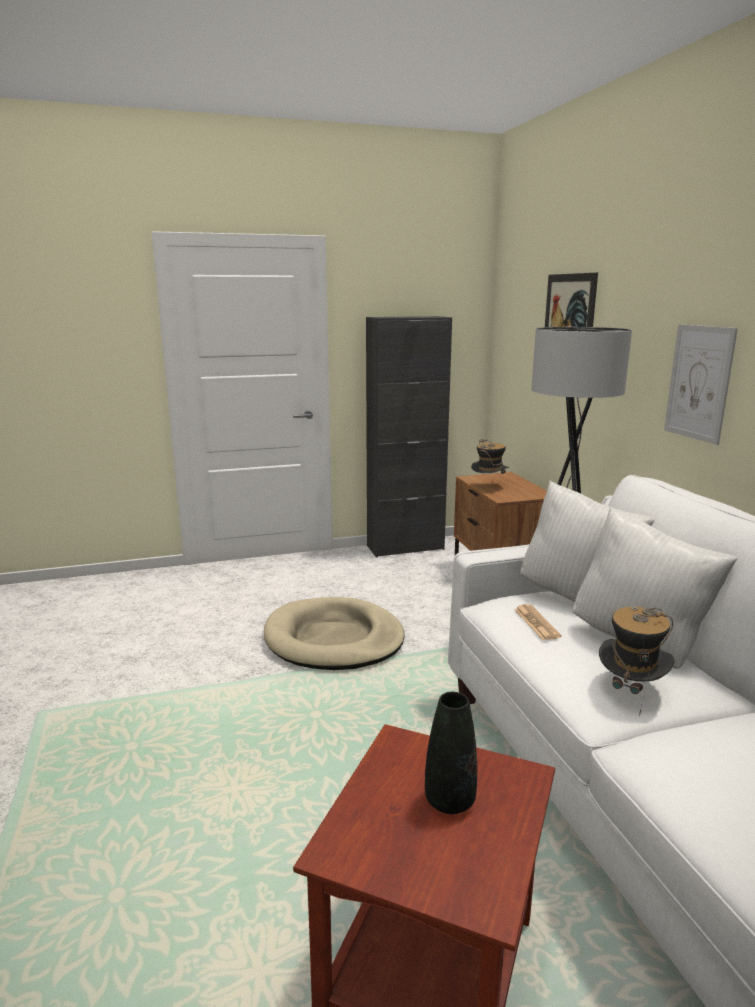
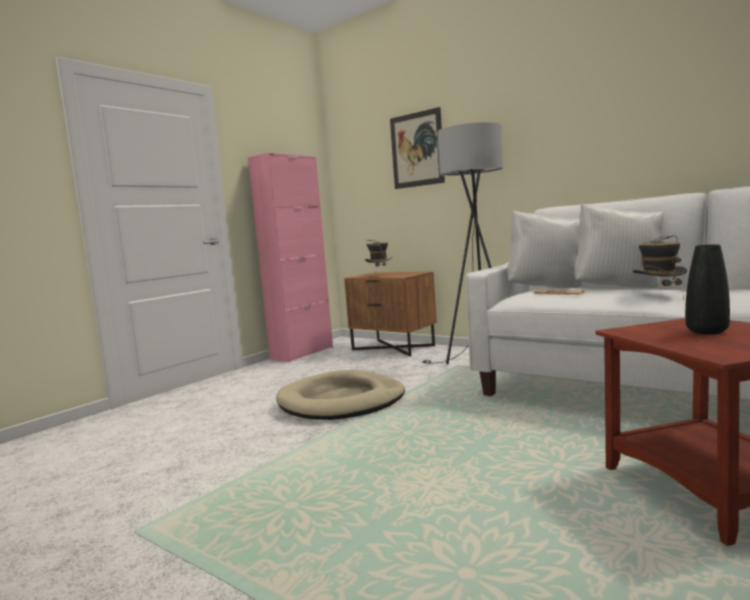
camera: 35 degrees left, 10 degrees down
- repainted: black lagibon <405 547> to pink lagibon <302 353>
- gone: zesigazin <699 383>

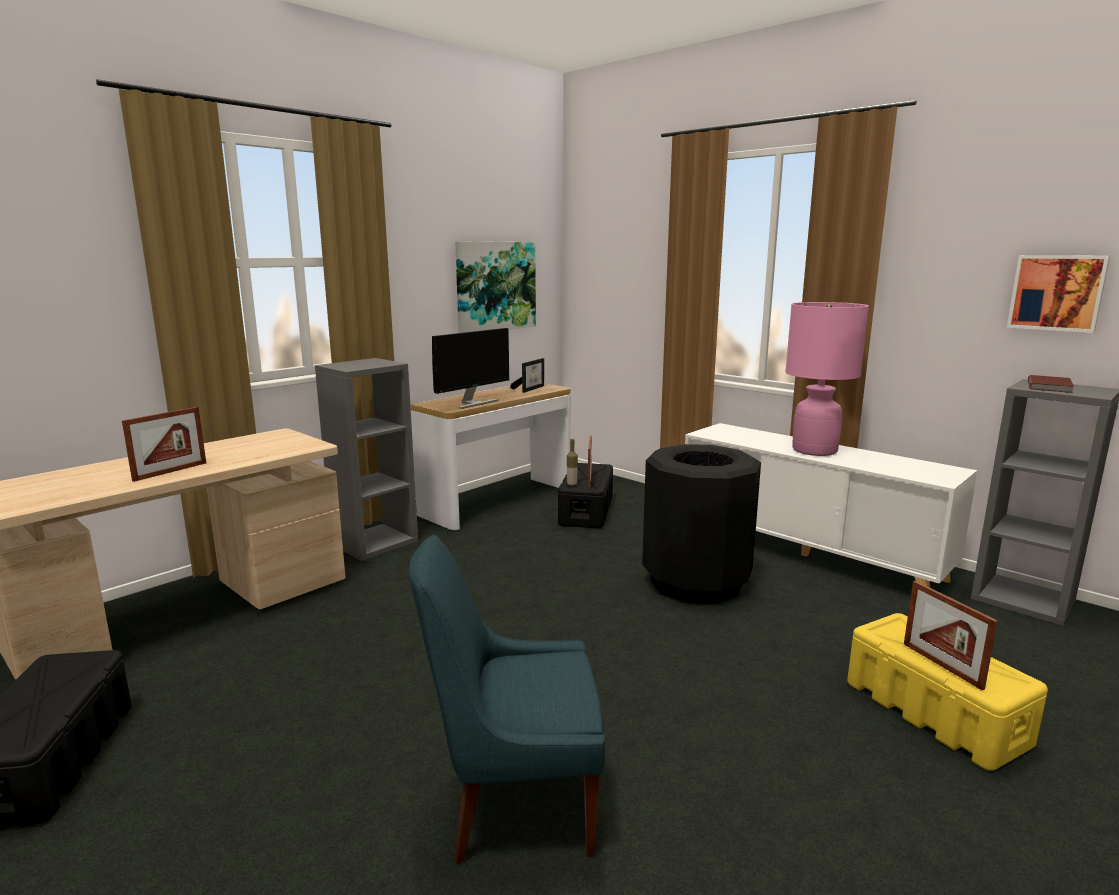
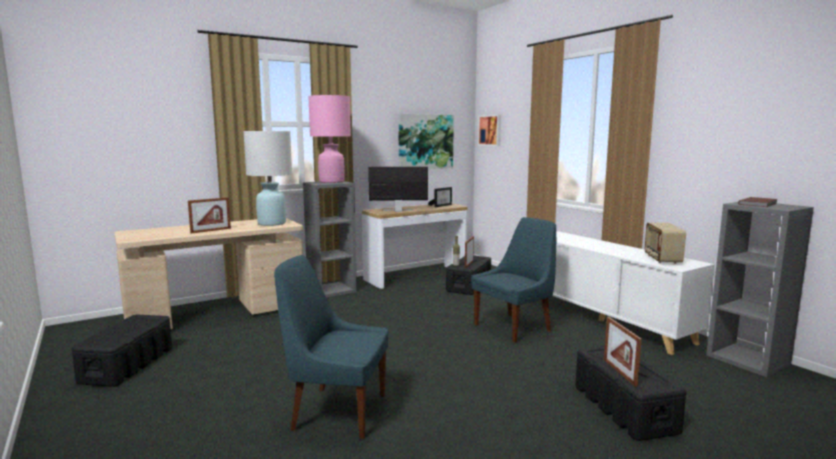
camera: 15 degrees right, 5 degrees down
- shifted: zesigazin <1057 292> to <490 130>
- shifted: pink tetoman <814 450> to <332 182>
- rotated: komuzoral <473 403> = <398 211> 150 degrees counterclockwise
- swapped: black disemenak <696 582> to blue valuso <514 327>
- repainted: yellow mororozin <935 713> to black mororozin <624 409>
- new: white tetoman <272 223>
- new: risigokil <661 259>

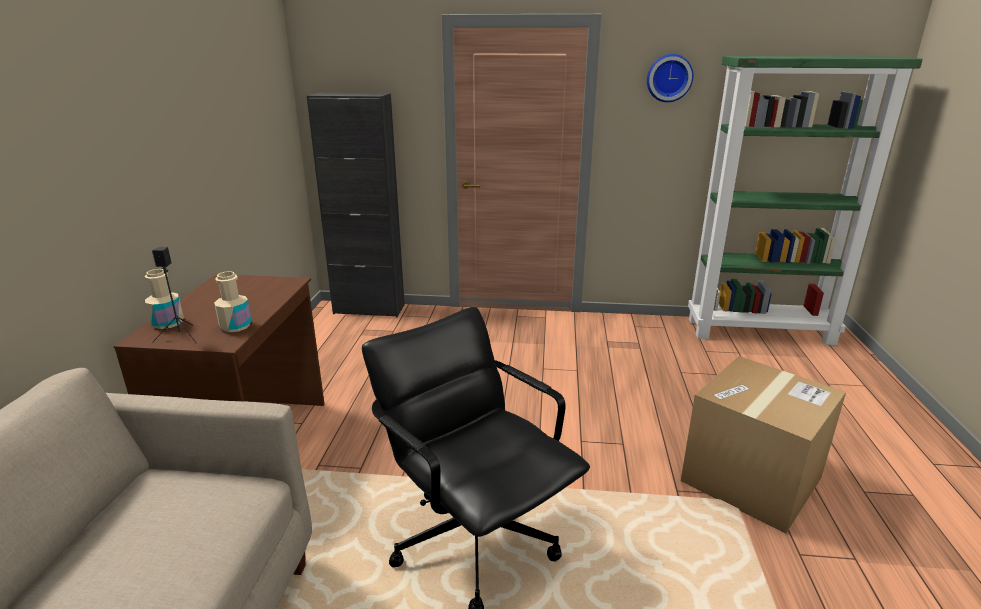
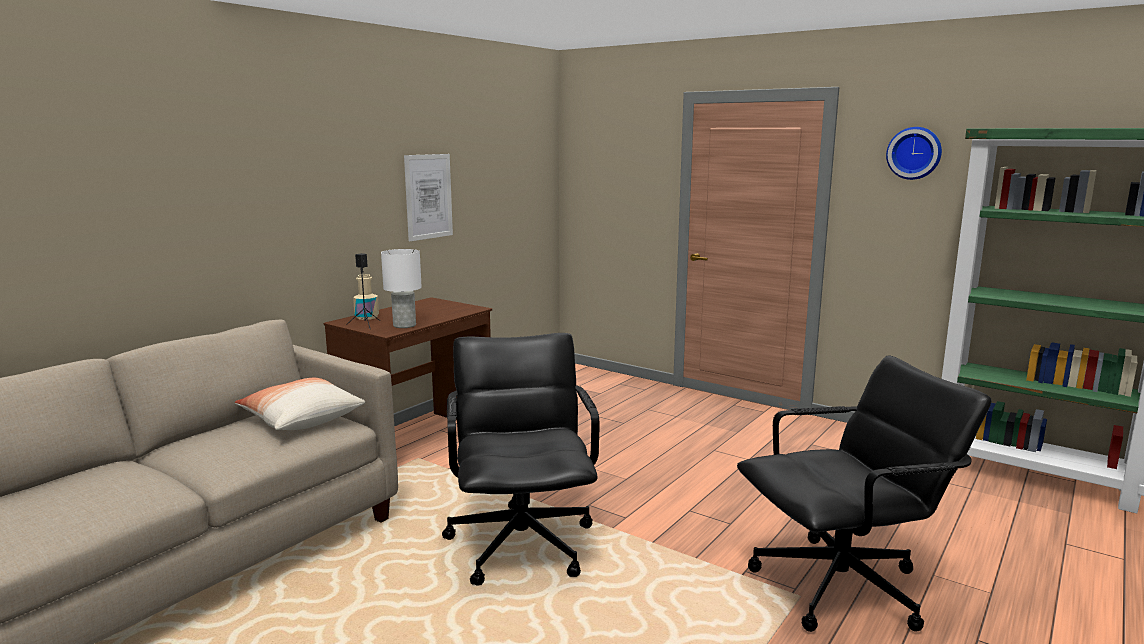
camera: 30 degrees right, 10 degrees down
- gone: black lagibon <369 309>
- swapped: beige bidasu <236 326> to white tetoman <404 325>
- swapped: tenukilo <751 479> to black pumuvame <841 588>
- new: zesigazin <428 196>
- new: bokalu <300 420>

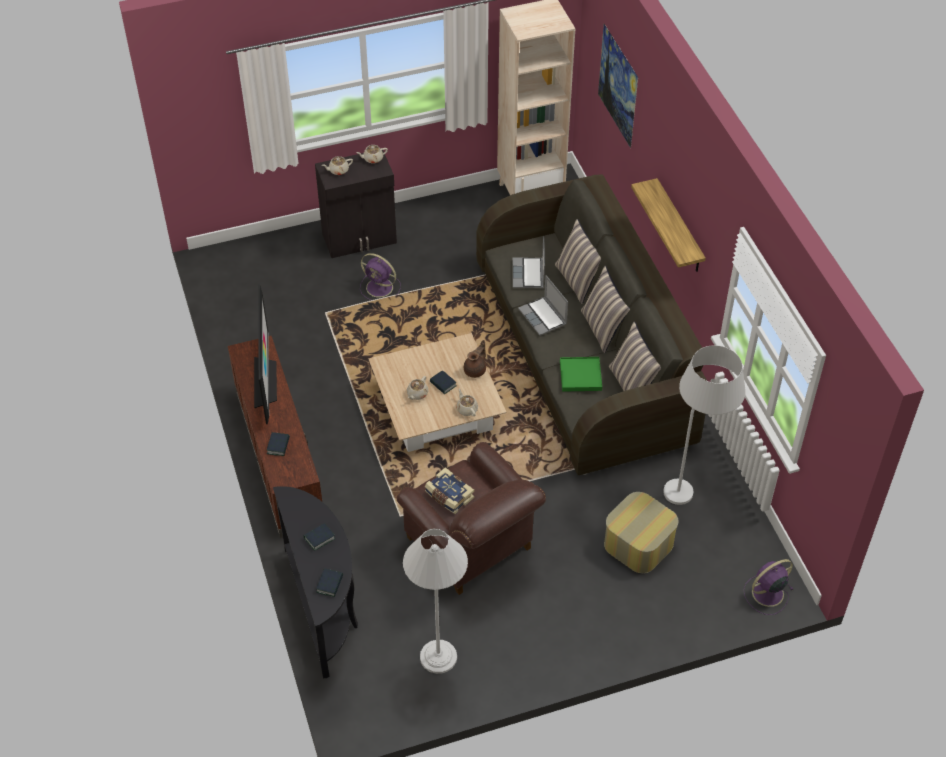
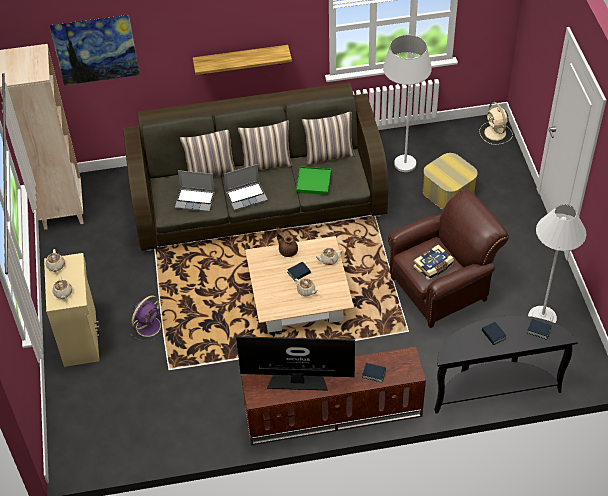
camera: 80 degrees left, 0 degrees up
- repainted: black lagibon <360 239> to beige lagibon <81 337>
- repainted: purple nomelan <766 594> to beige nomelan <495 133>

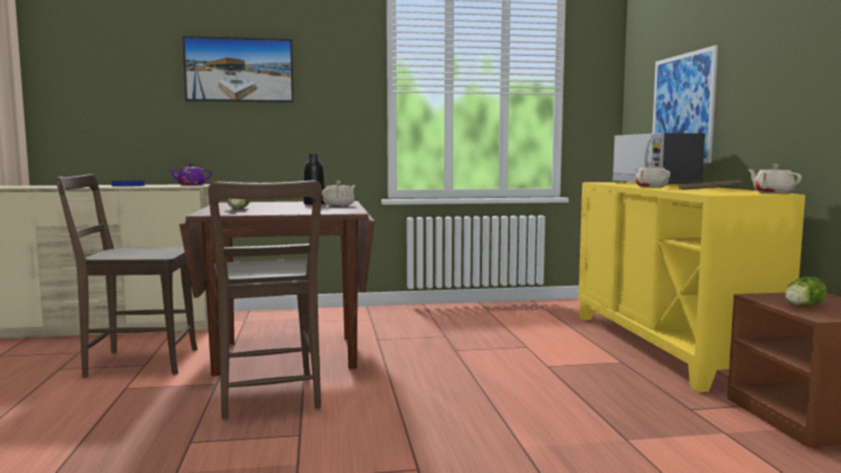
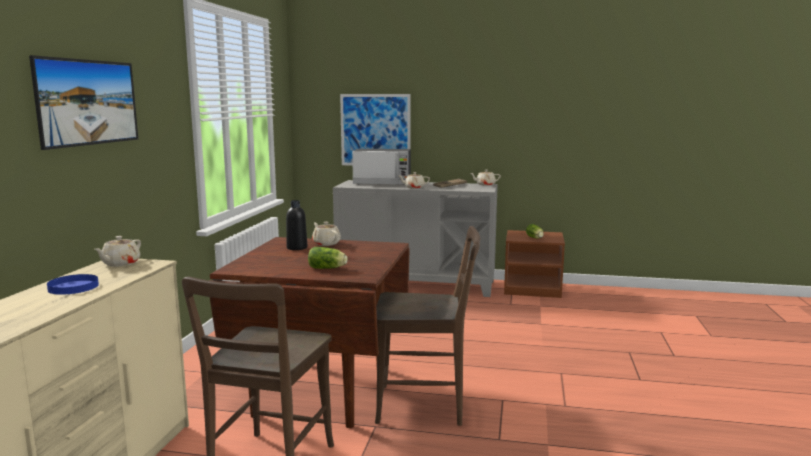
camera: 70 degrees left, 5 degrees up
- repainted: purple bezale <190 185> to beige bezale <120 264>
- repainted: yellow lagibon <667 346> to grey lagibon <416 284>

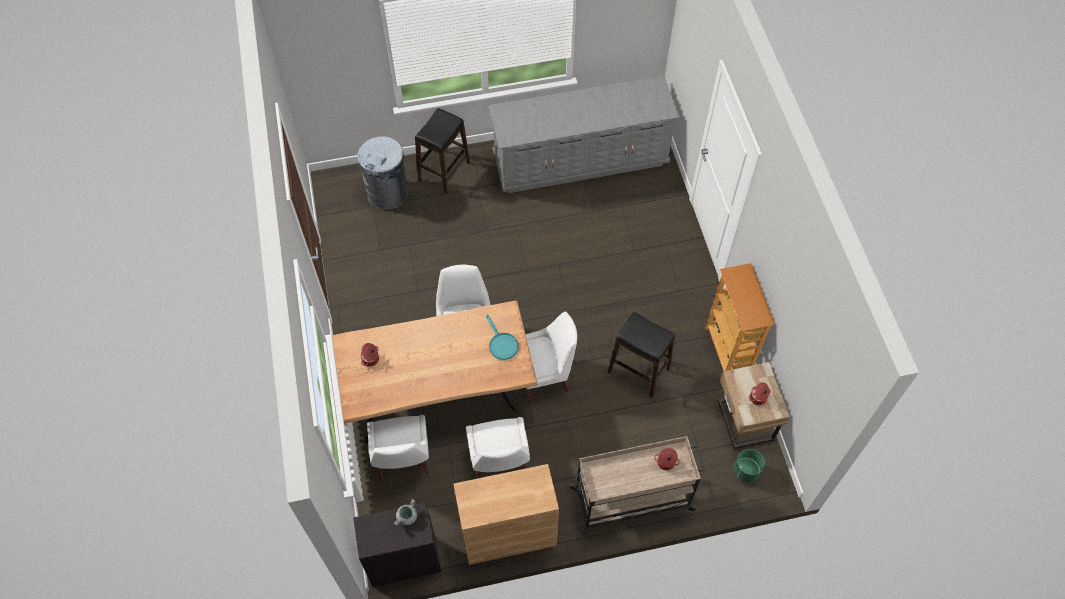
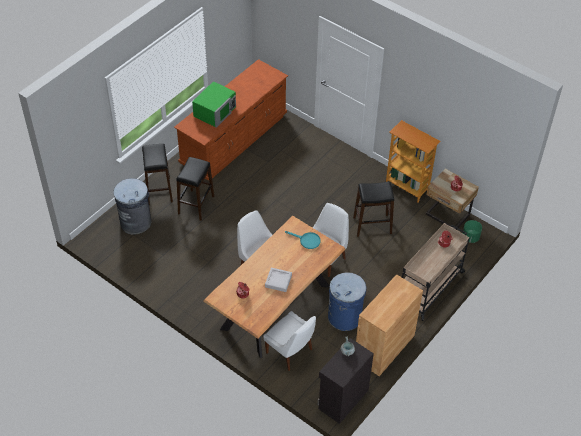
camera: 40 degrees left, 10 degrees down
- repainted: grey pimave <580 160> to brown pimave <234 139>
- swapped: white valuso <499 463> to blue disemenak <345 317>
- new: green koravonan <215 111>
- new: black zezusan <196 205>
- new: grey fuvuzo <278 281>

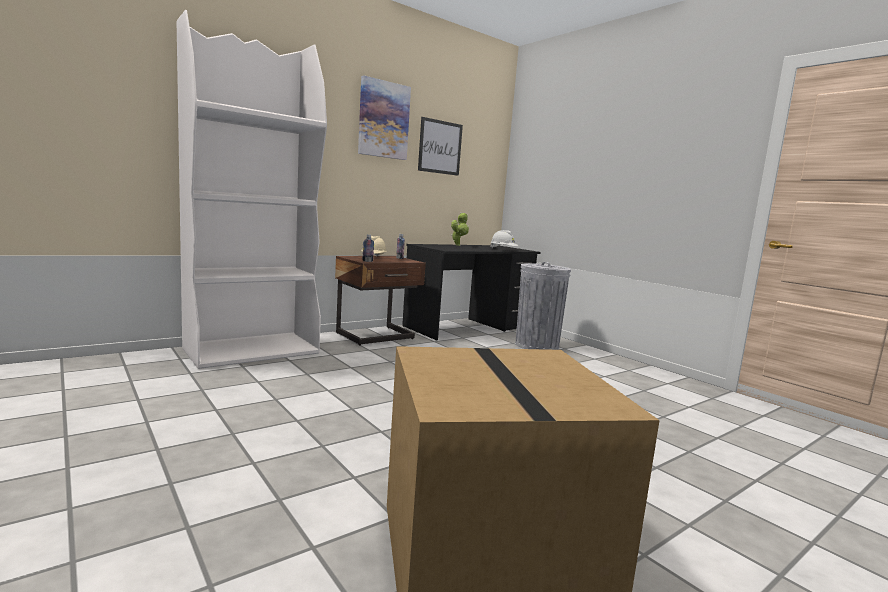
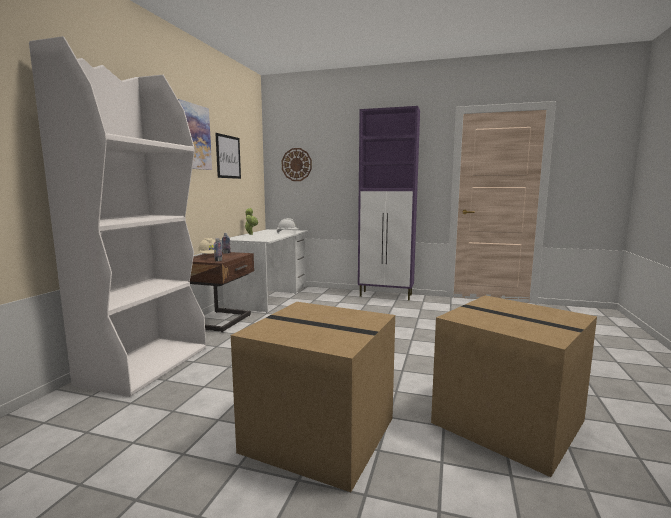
camera: 35 degrees left, 0 degrees up
- repainted: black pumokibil <468 327> to white pumokibil <269 296>
- gone: grey disemenak <537 345>
- new: purple lagibon <386 295>
- new: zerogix <296 164>
- new: tenukilo <317 435>

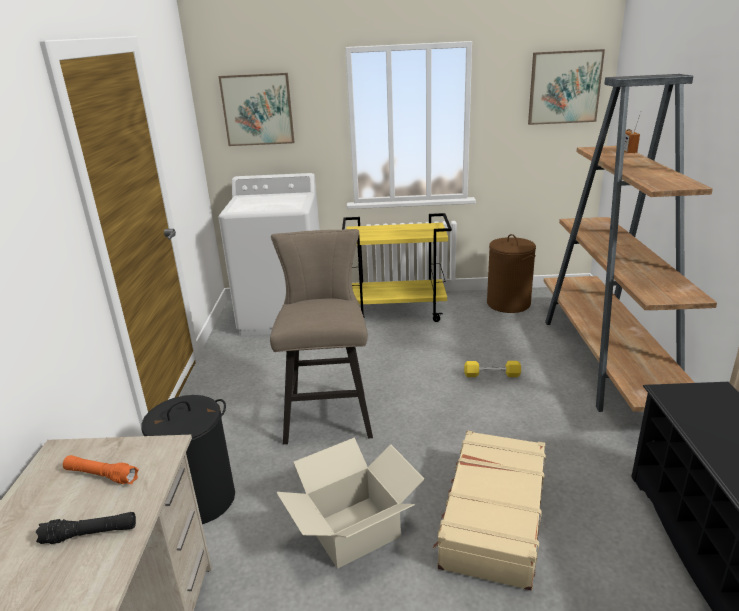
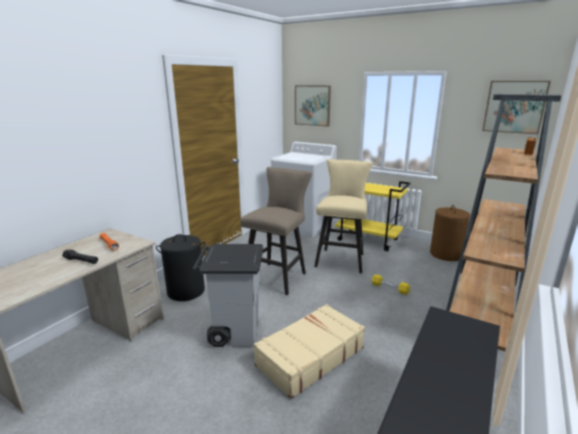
camera: 30 degrees right, 5 degrees down
- swapped: tenukilo <353 530> to grey disemenak <234 331>
- new: beige zezusan <341 259>

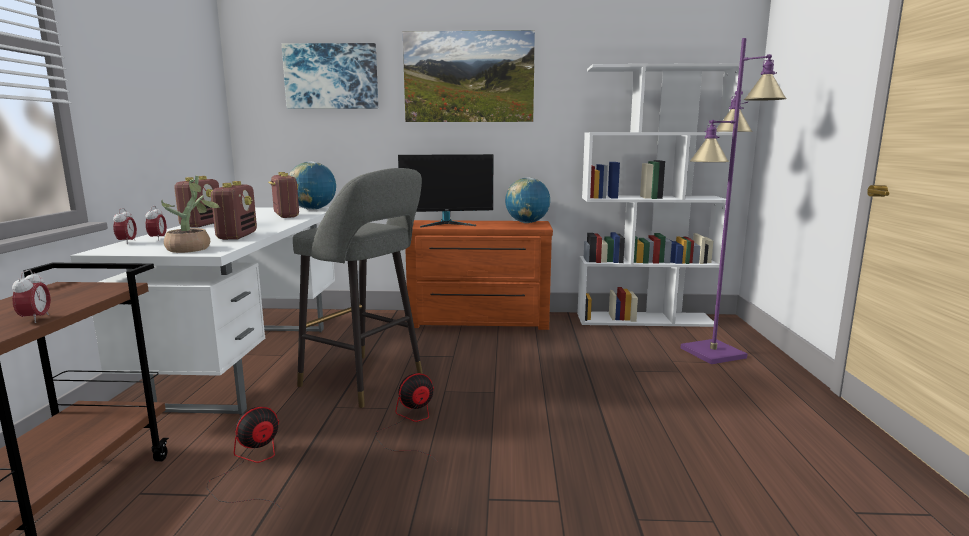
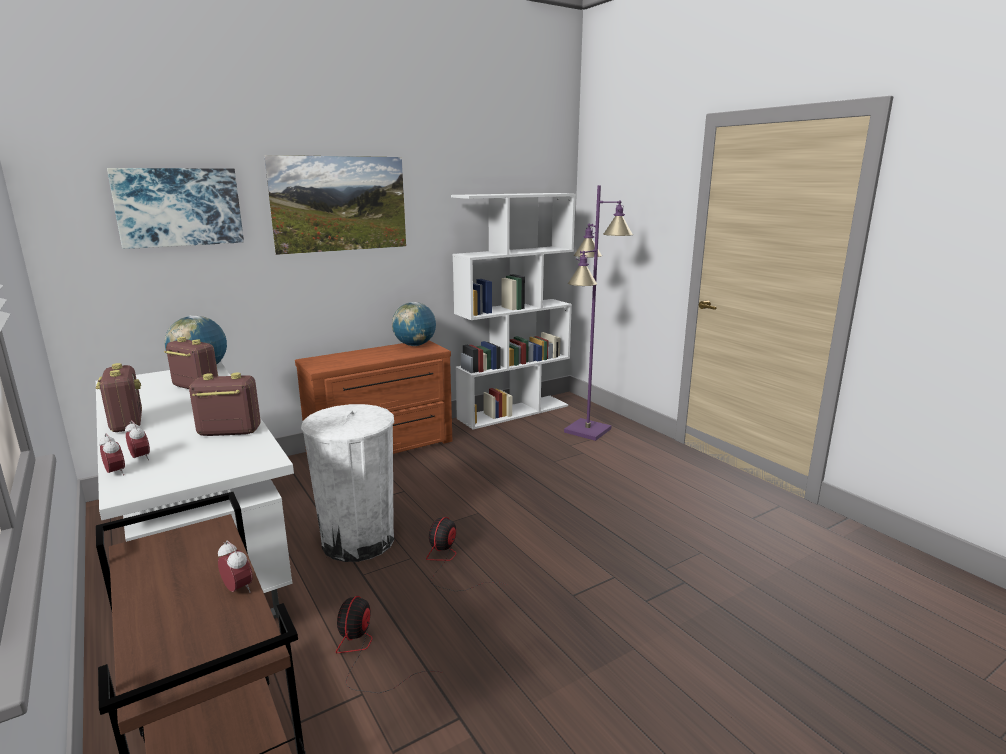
camera: 35 degrees left, 5 degrees up
- gone: komuzoral <447 224>
- swapped: grey zezusan <367 381> to white disemenak <358 540>
- gone: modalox <193 249>
- rotated: risigokil <237 236> = <229 432> 60 degrees counterclockwise

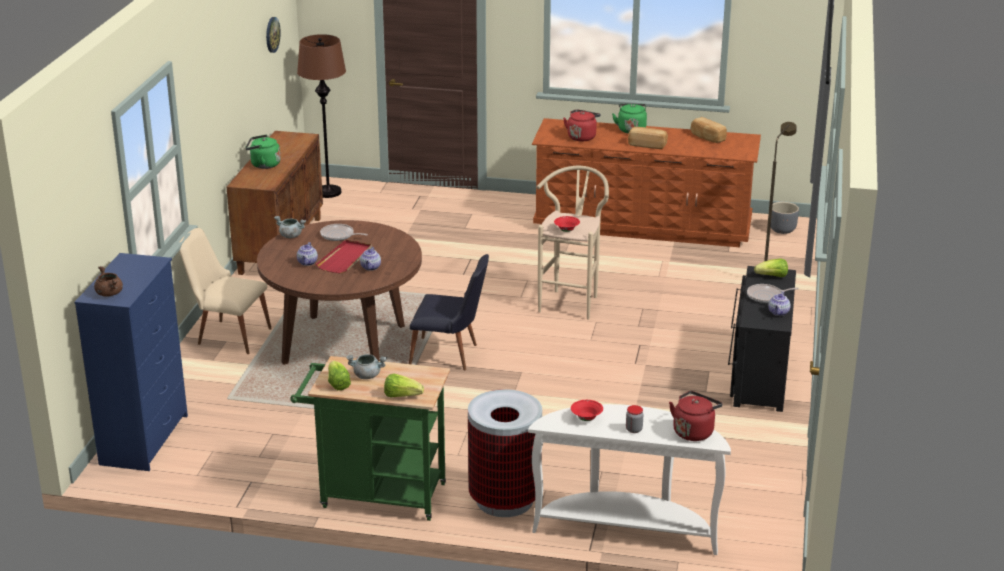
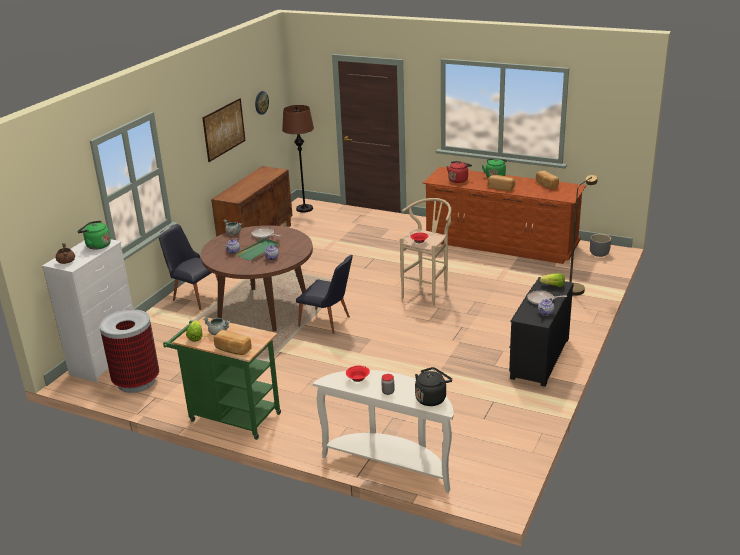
camera: 15 degrees right, 0 degrees up
- shifted: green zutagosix <263 165> to <97 245>
- repainted: beige valuso <228 335> to black valuso <194 296>
- repainted: red fuvuzo <345 259> to green fuvuzo <259 251>
- repainted: blue pimave <145 439> to white pimave <106 361>
- swapped: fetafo <401 396> to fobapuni <233 349>
- shifted: disemenak <505 500> to <136 382>
- repainted: red zutagosix <694 431> to black zutagosix <432 398>
- new: zesigazin <224 129>

